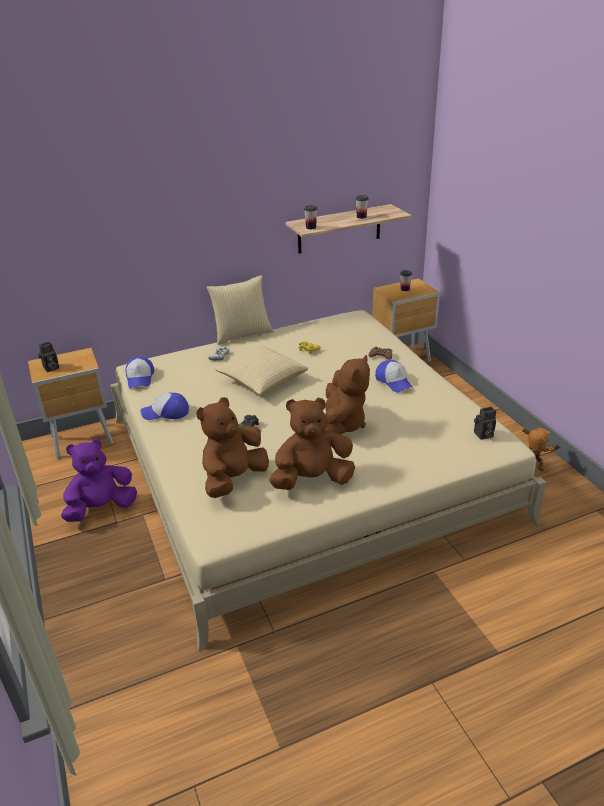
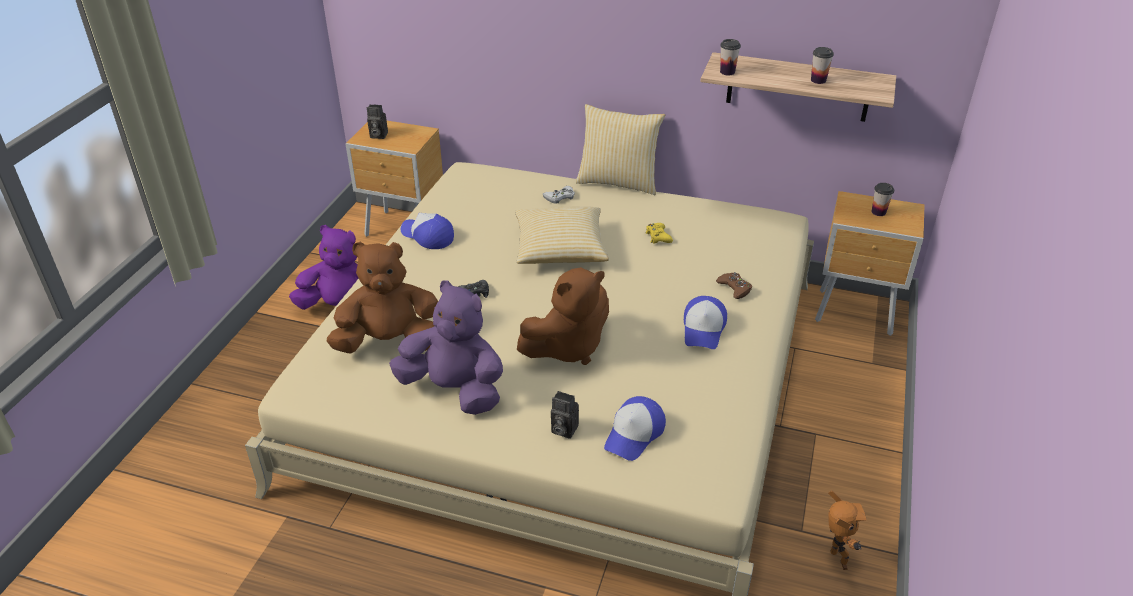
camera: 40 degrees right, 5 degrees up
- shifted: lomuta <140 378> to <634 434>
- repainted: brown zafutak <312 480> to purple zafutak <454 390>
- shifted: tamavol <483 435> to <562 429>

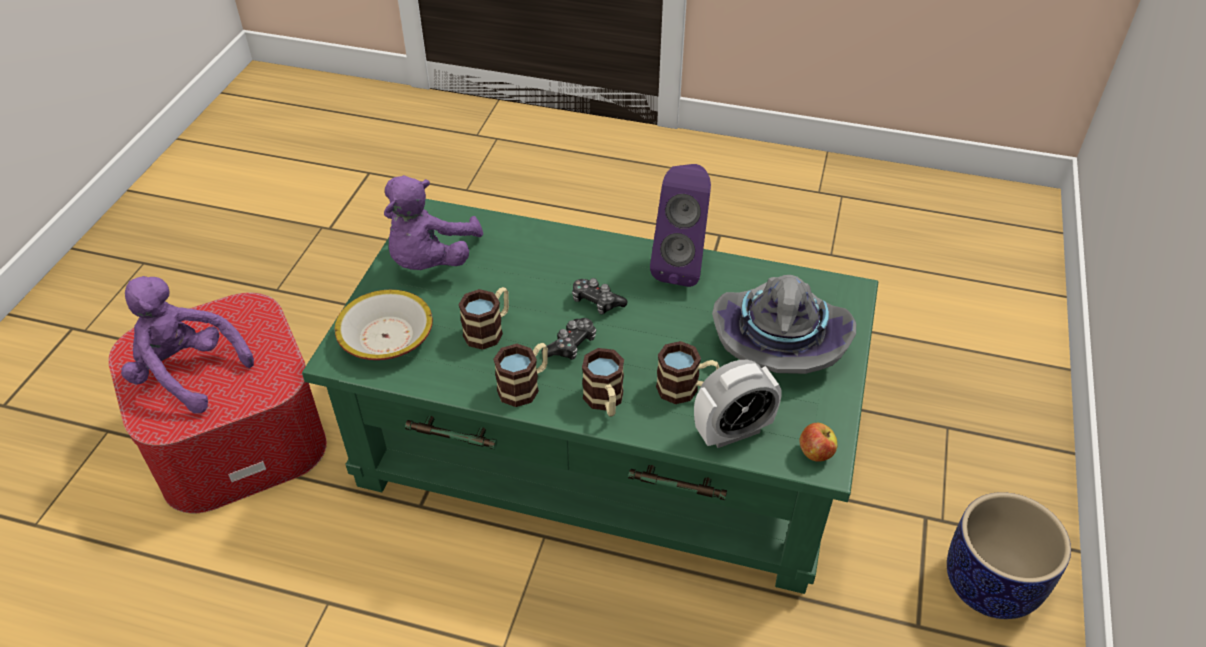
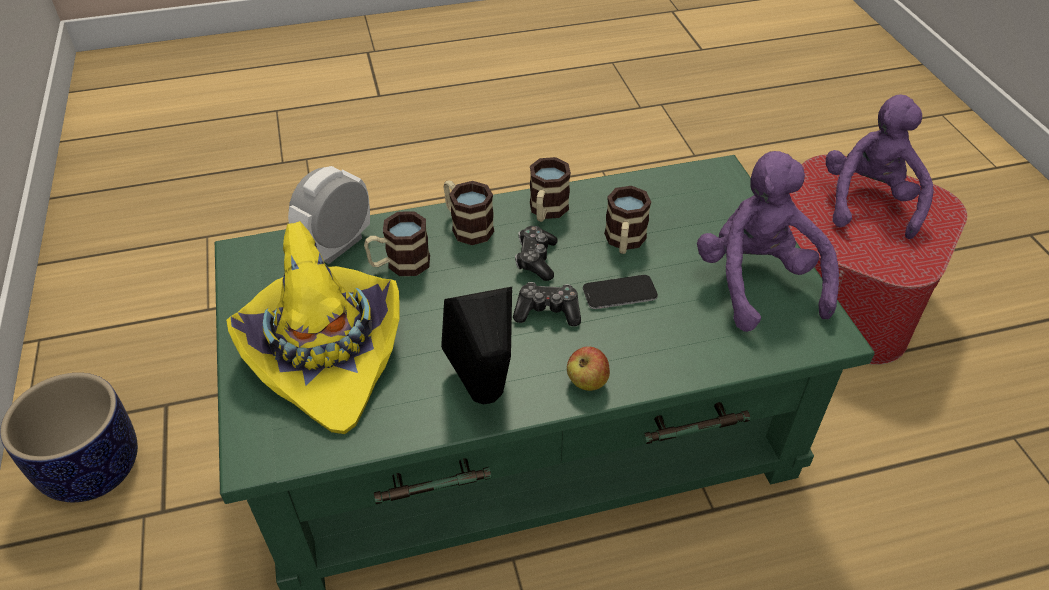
camera: 150 degrees right, 0 degrees up
- repainted: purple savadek <681 265> to black savadek <486 398>
- repainted: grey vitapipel <779 338> to yellow vitapipel <326 352>
- rotated: purple zafutak <187 373> = <868 202> 75 degrees counterclockwise
- gone: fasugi <385 337>
- shifted: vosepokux <815 453> to <587 382>
- new: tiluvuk <619 293>

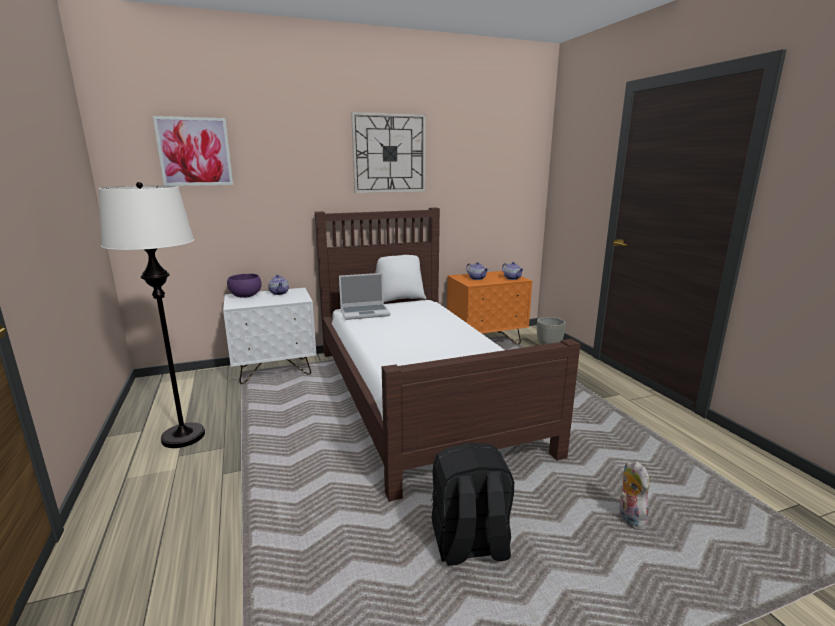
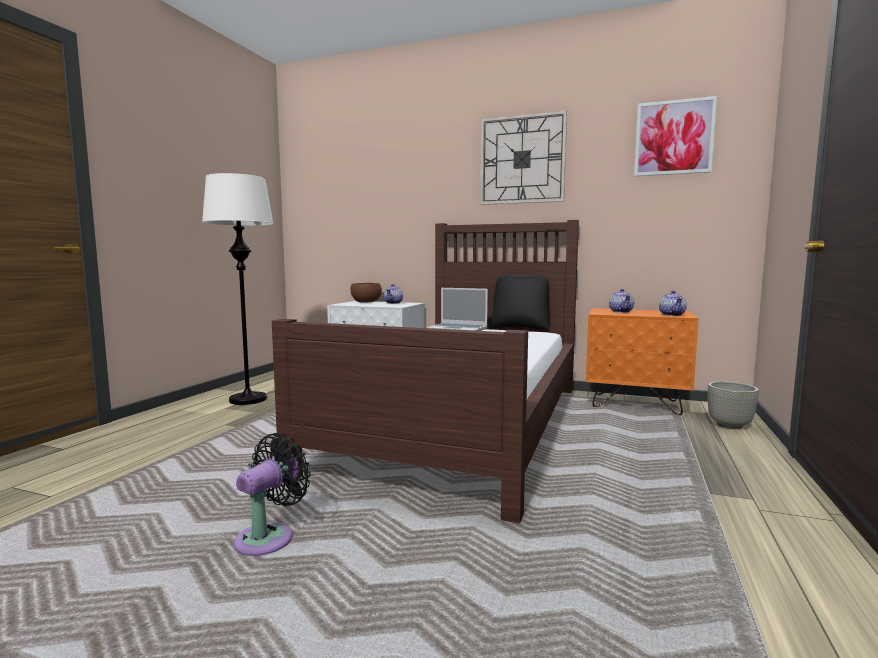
camera: 40 degrees right, 10 degrees down
- shifted: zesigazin <194 152> to <673 138>
- repainted: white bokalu <399 300> to black bokalu <520 329>
- repainted: purple fasugi <246 295> to brown fasugi <366 302>
- swapped: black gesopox <469 545> to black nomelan <269 537>
- gone: zafutak <629 518>

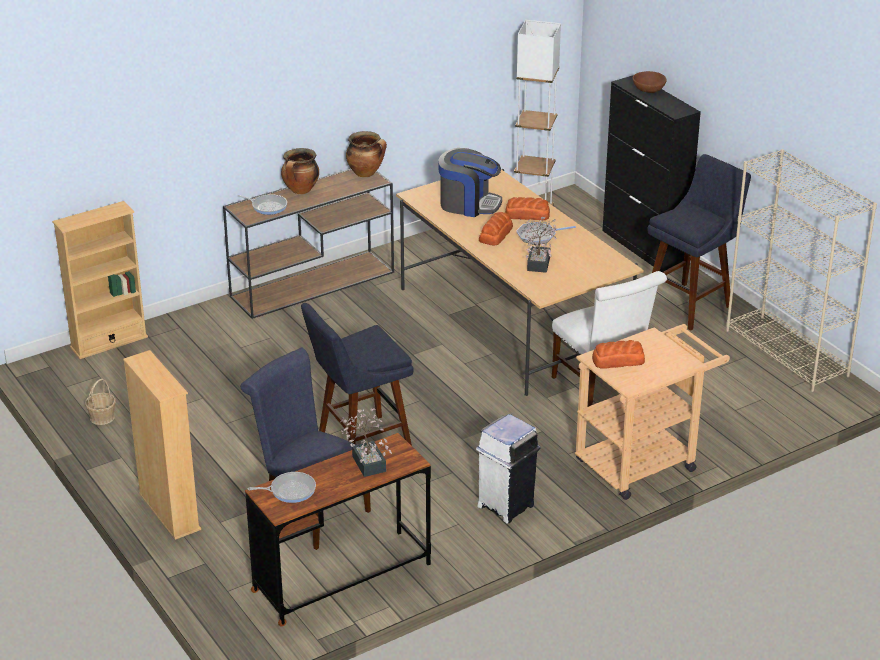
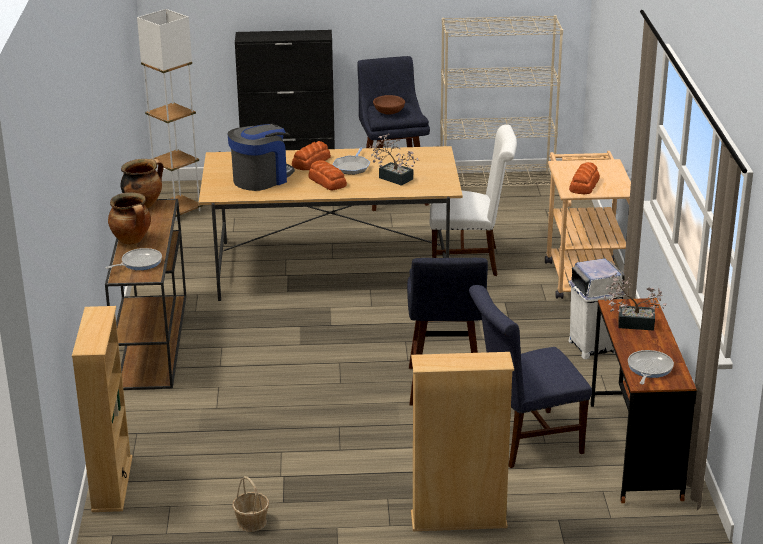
camera: 60 degrees left, 5 degrees down
- shifted: brown fasugi <649 90> to <389 112>

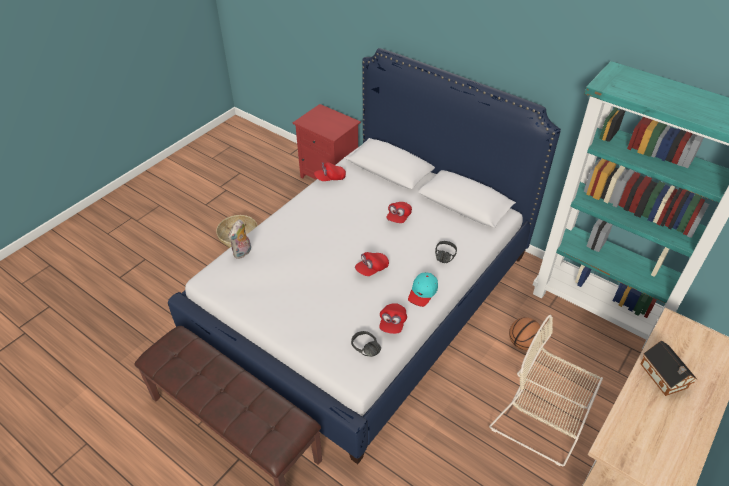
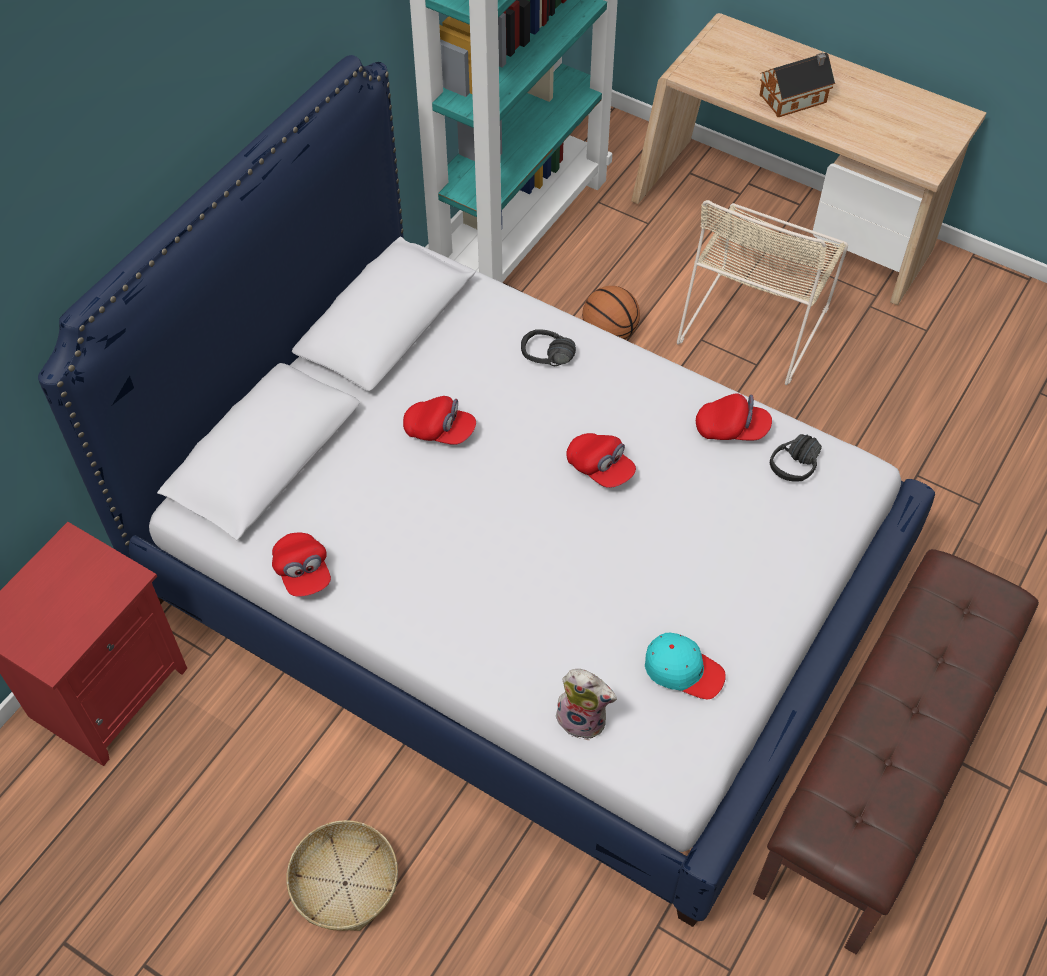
camera: 95 degrees left, 10 degrees up
- shifted: turquoise lomuta <423 292> to <683 670>

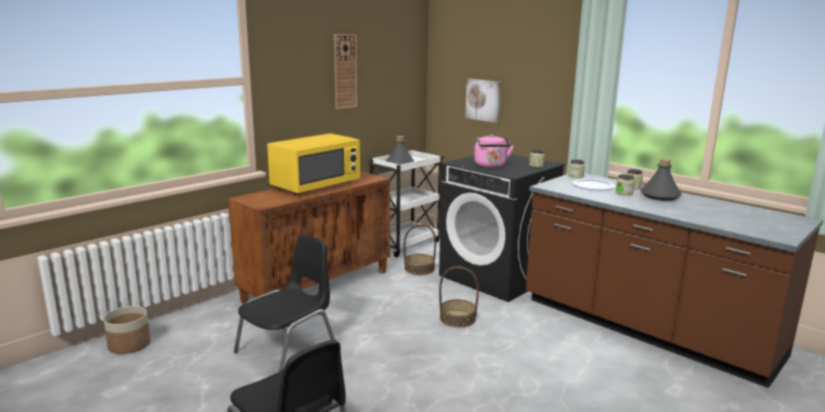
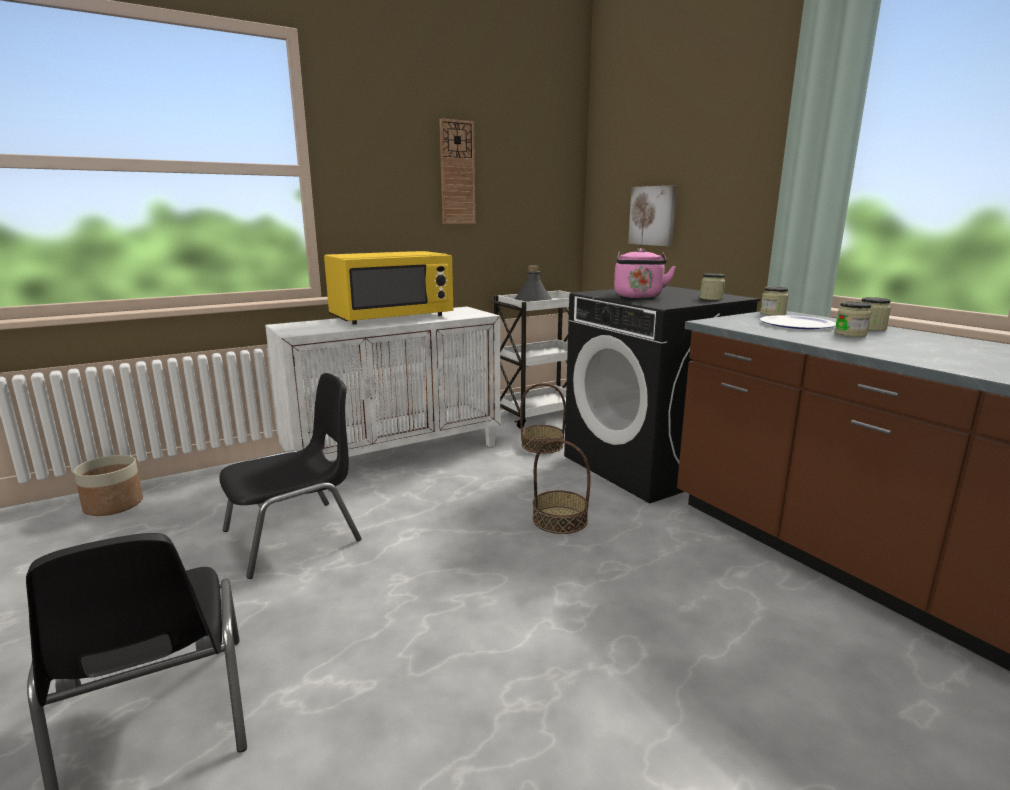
camera: 15 degrees right, 0 degrees up
- gone: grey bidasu <659 196>
- repainted: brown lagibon <317 285> to white lagibon <396 454>

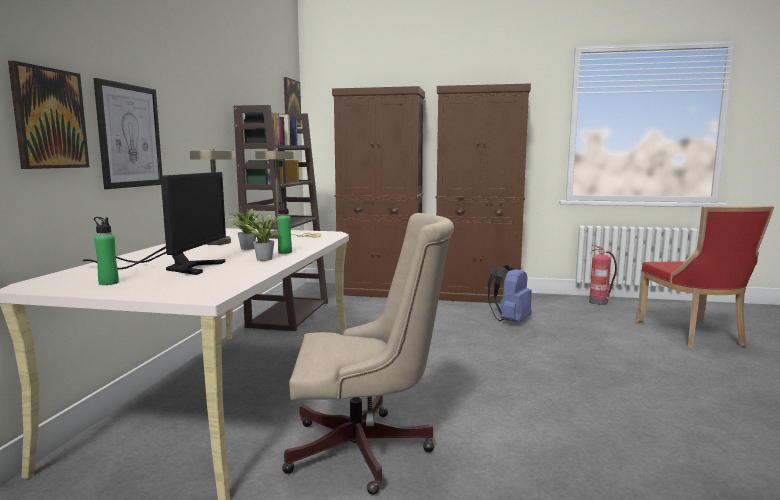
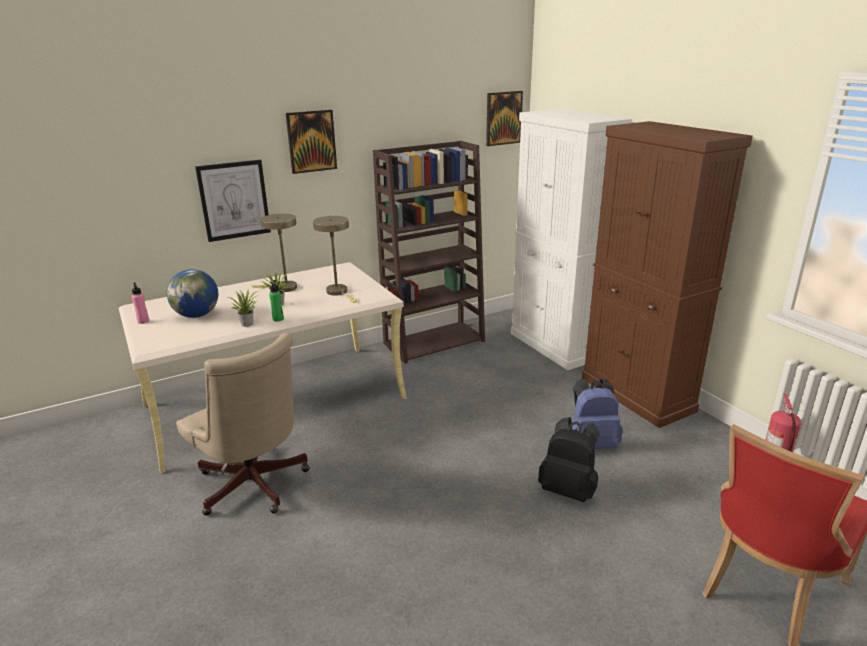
camera: 50 degrees right, 15 degrees up
- shifted: zesigazin <49 118> to <311 141>
- repainted: brown lagibon <380 292> to white lagibon <555 345>
- swapped: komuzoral <176 267> to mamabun <197 315>
- repainted: green bidasu <108 283> to pink bidasu <143 321>
- new: black gesopox <569 490>

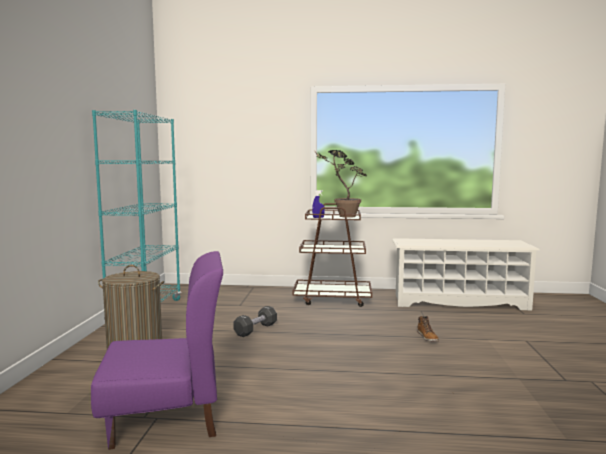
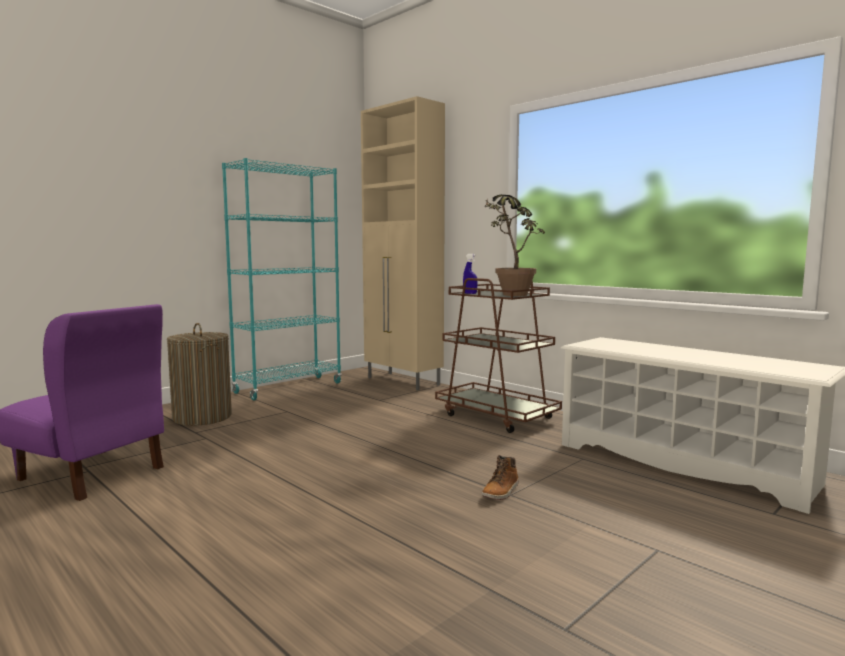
camera: 40 degrees right, 0 degrees up
- gone: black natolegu <255 329>
- new: beige lagibon <403 381>

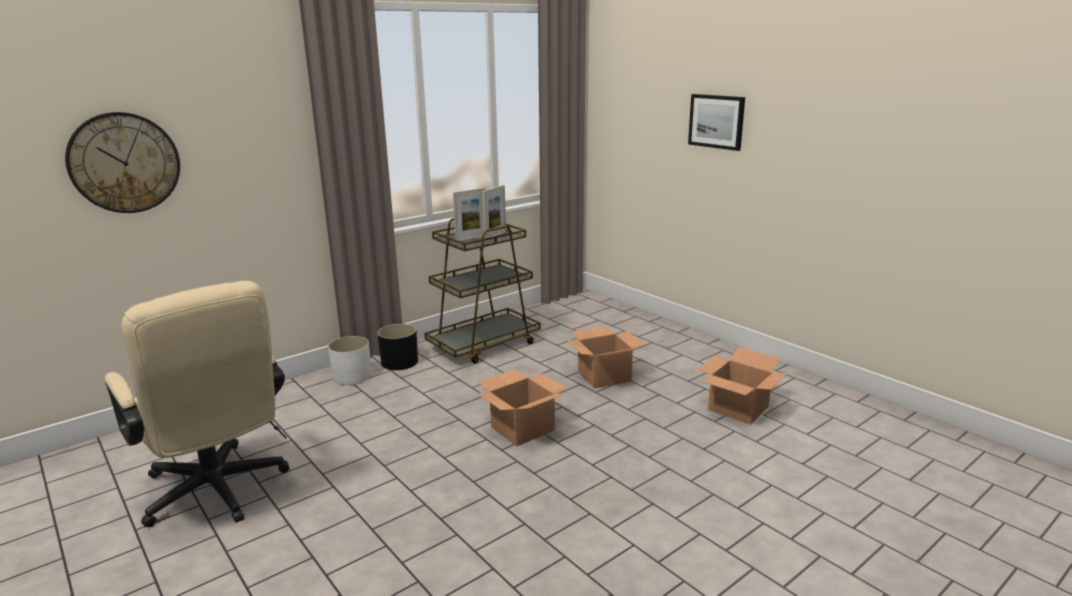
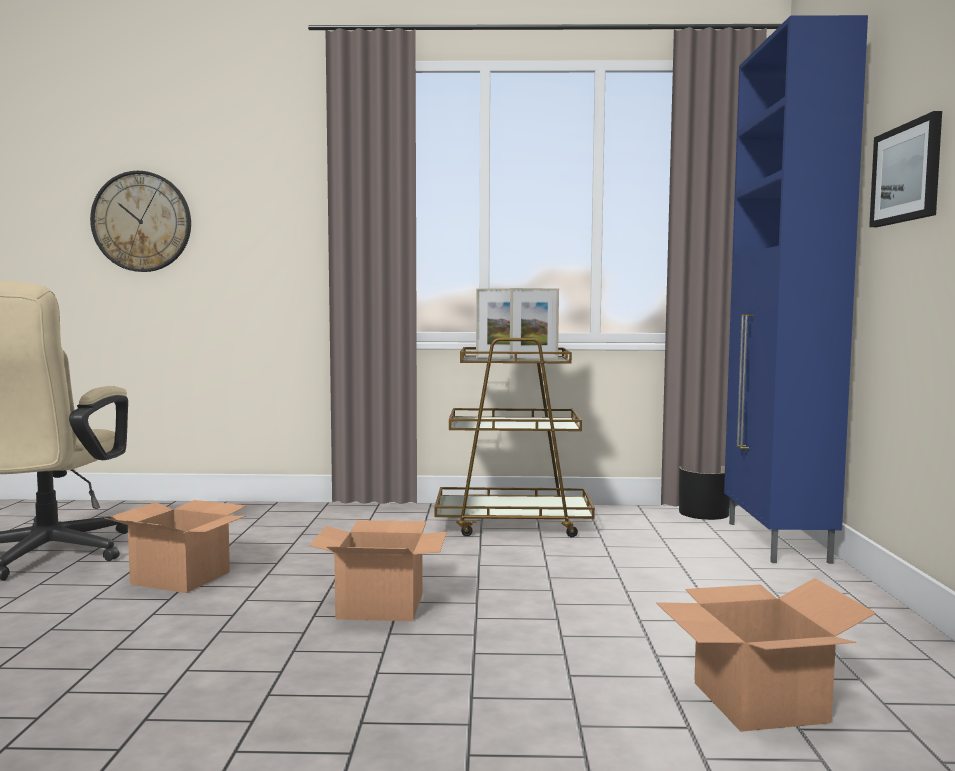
camera: 40 degrees right, 15 degrees down
- shifted: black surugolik <400 362> to <704 513>
- shifted: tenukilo <603 377> to <179 578>
- gone: white surugolik <352 376>
- new: blue lagibon <776 542>

